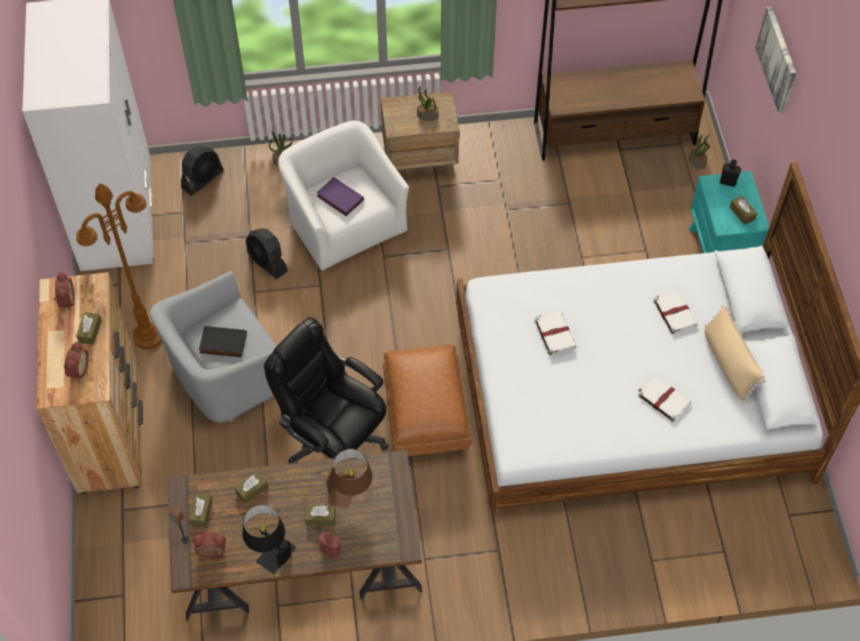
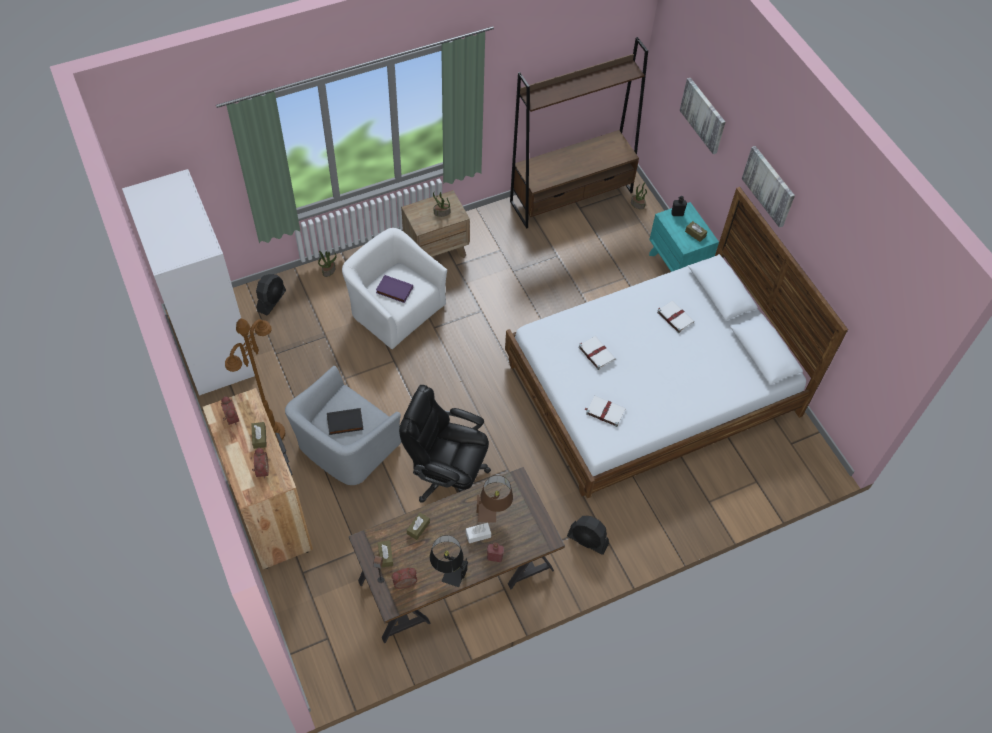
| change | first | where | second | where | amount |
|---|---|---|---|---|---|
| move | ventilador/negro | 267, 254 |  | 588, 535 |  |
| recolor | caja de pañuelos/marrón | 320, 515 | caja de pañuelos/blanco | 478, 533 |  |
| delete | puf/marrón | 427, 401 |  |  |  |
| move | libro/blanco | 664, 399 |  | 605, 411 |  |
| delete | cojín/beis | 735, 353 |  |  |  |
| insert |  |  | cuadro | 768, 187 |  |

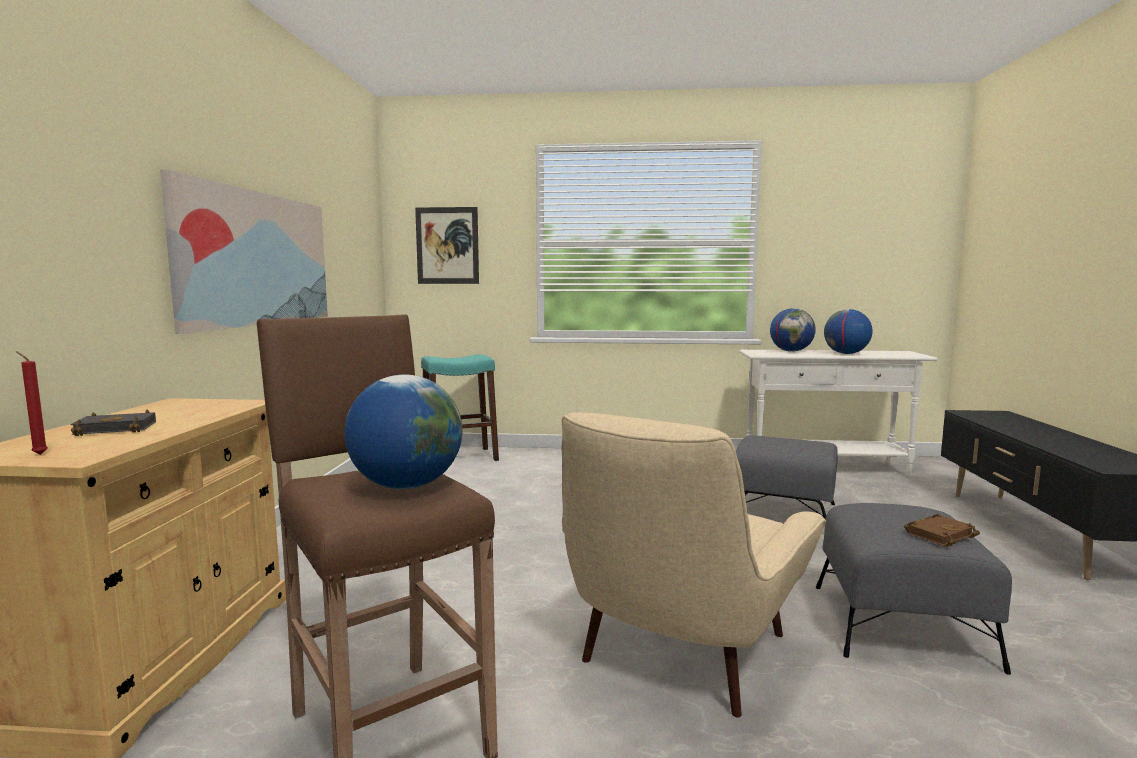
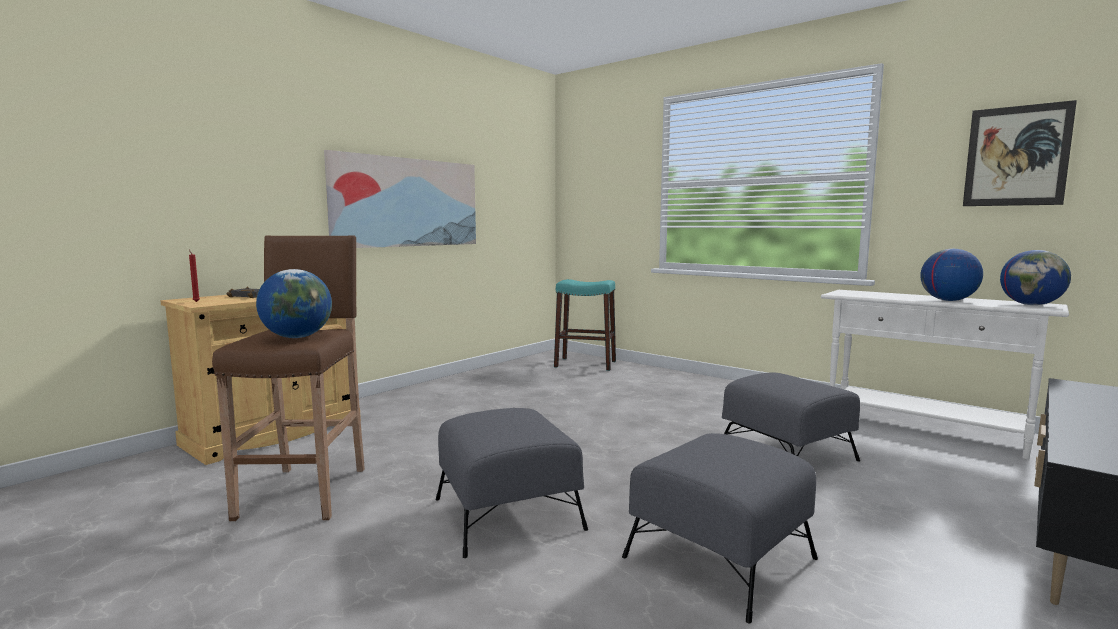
| change | first | where | second | where | amount |
|---|---|---|---|---|---|
| move | cuadro | 447, 245 |  | 1020, 153 |  |
| replace | sillón/beis | 694, 565 | puf/gris | 512, 483 |  |
| move | globo terráqueo | 793, 330 |  | 1035, 277 |  |
| delete | libro/marrón | 942, 530 |  |  |  |

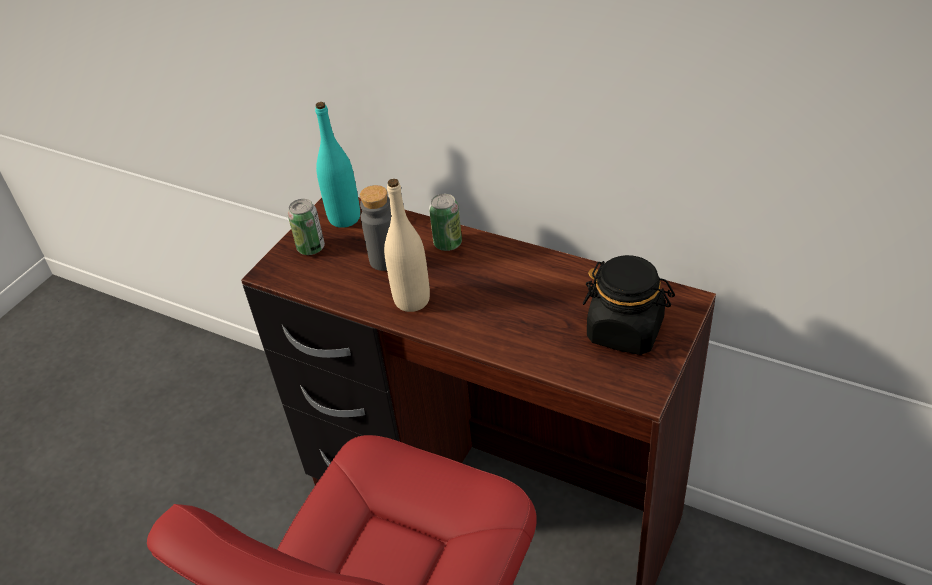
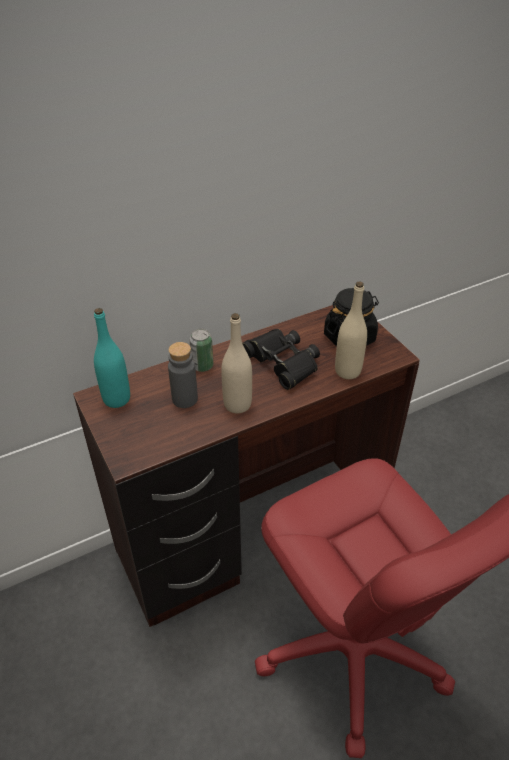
| change | first | where | second | where | amount |
|---|---|---|---|---|---|
| delete | lata | 306, 227 |  |  |  |
| insert |  |  | prismáticos/negro | 281, 359 |  |
| insert |  |  | botella/beis | 351, 330 |  |

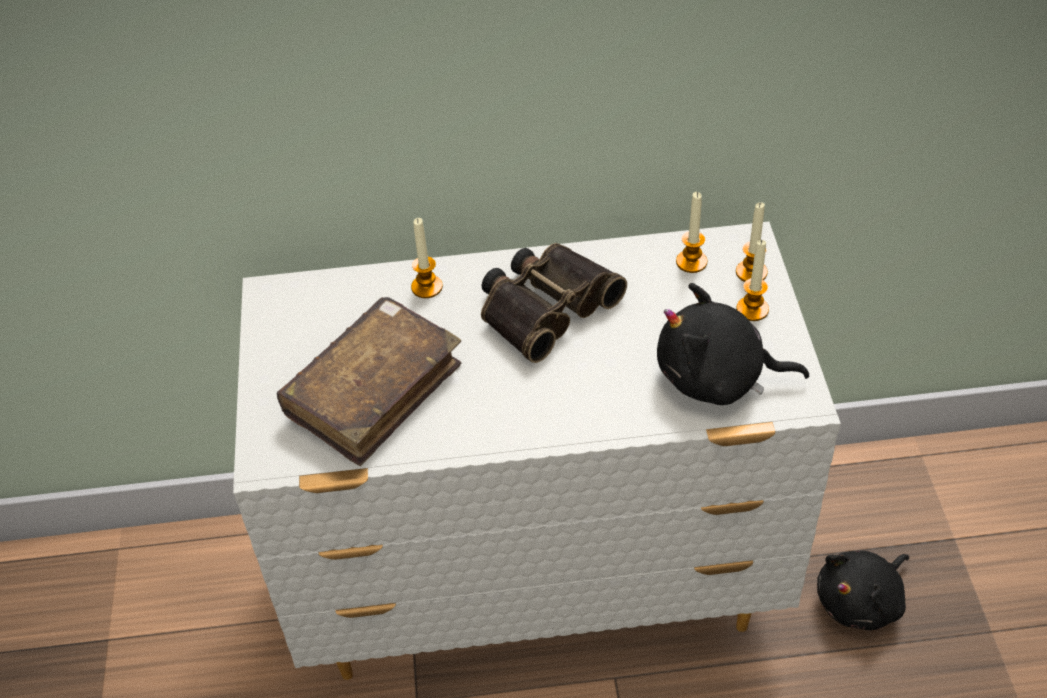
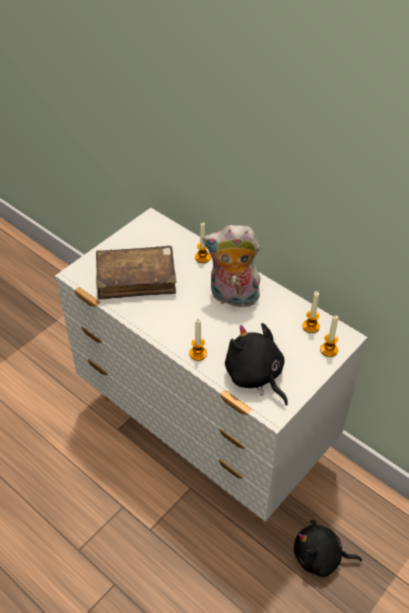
| change | first | where | second | where | amount |
|---|---|---|---|---|---|
| replace | prismáticos | 554, 303 | peluche | 231, 266 |  |
| move | vela | 752, 280 |  | 198, 340 |  |

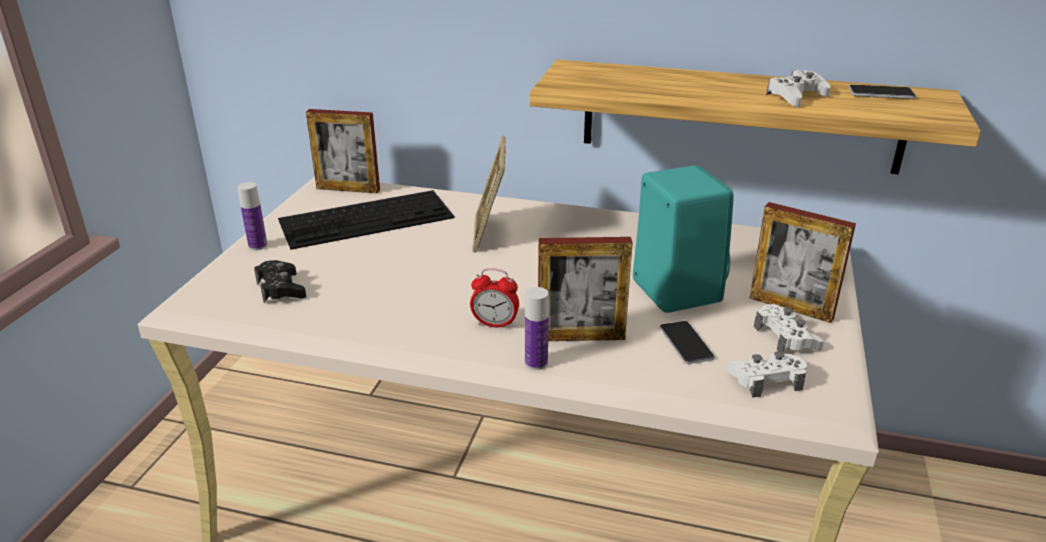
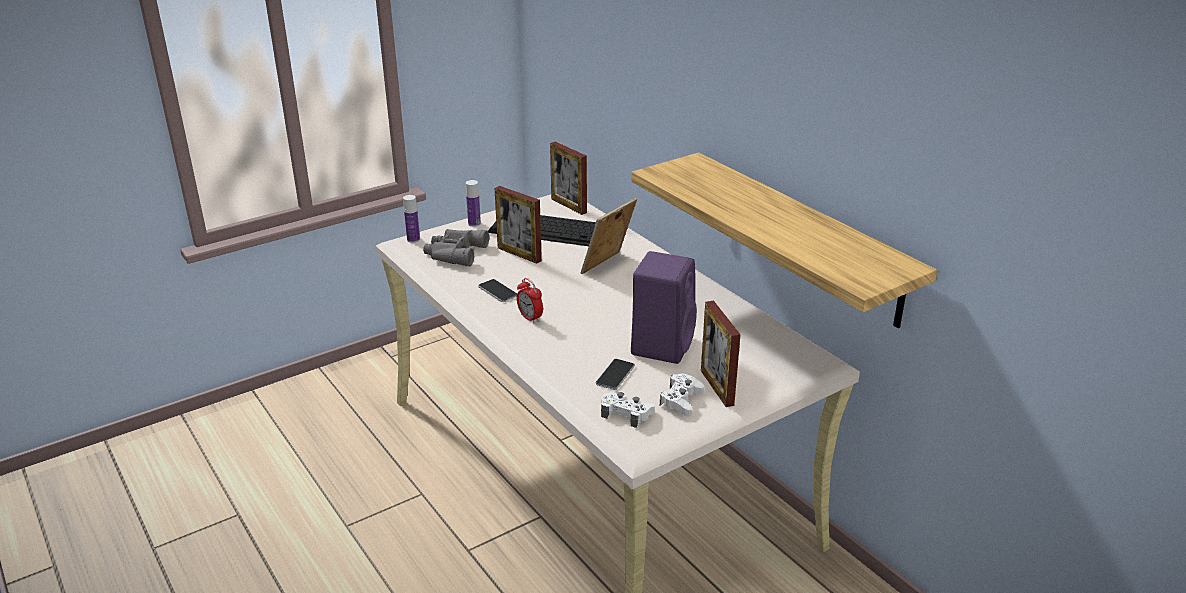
| change | first | where | second | where | amount |
|---|---|---|---|---|---|
| replace | mando de consola/negro | 280, 281 | prismáticos/gris | 456, 247 |  |
| move | botella | 537, 328 |  | 411, 219 |  |
| move | portarretratos | 585, 289 |  | 518, 225 |  |
| recolor | altavoz/turquesa | 683, 239 | altavoz/morado | 664, 307 |  |
| delete | mando de consola/blanco | 798, 88 |  |  |  |
| move | móvil | 882, 92 |  | 497, 290 |  |

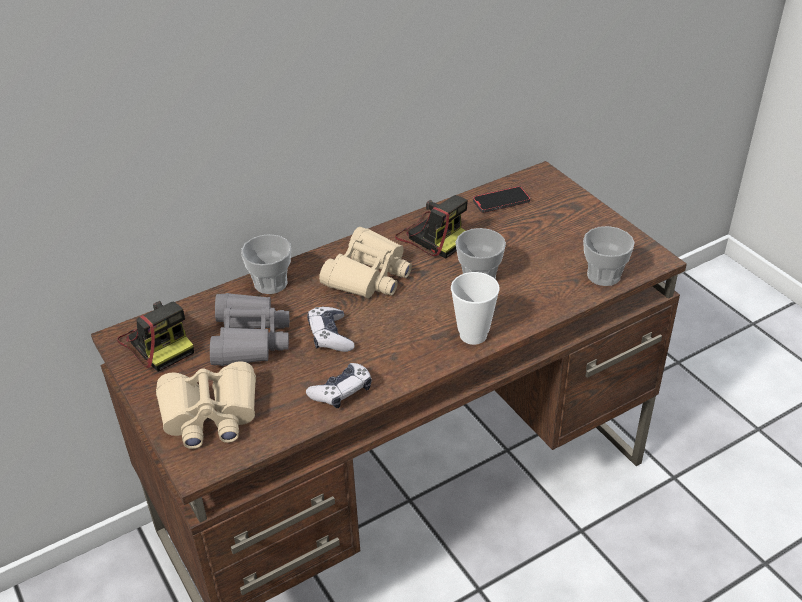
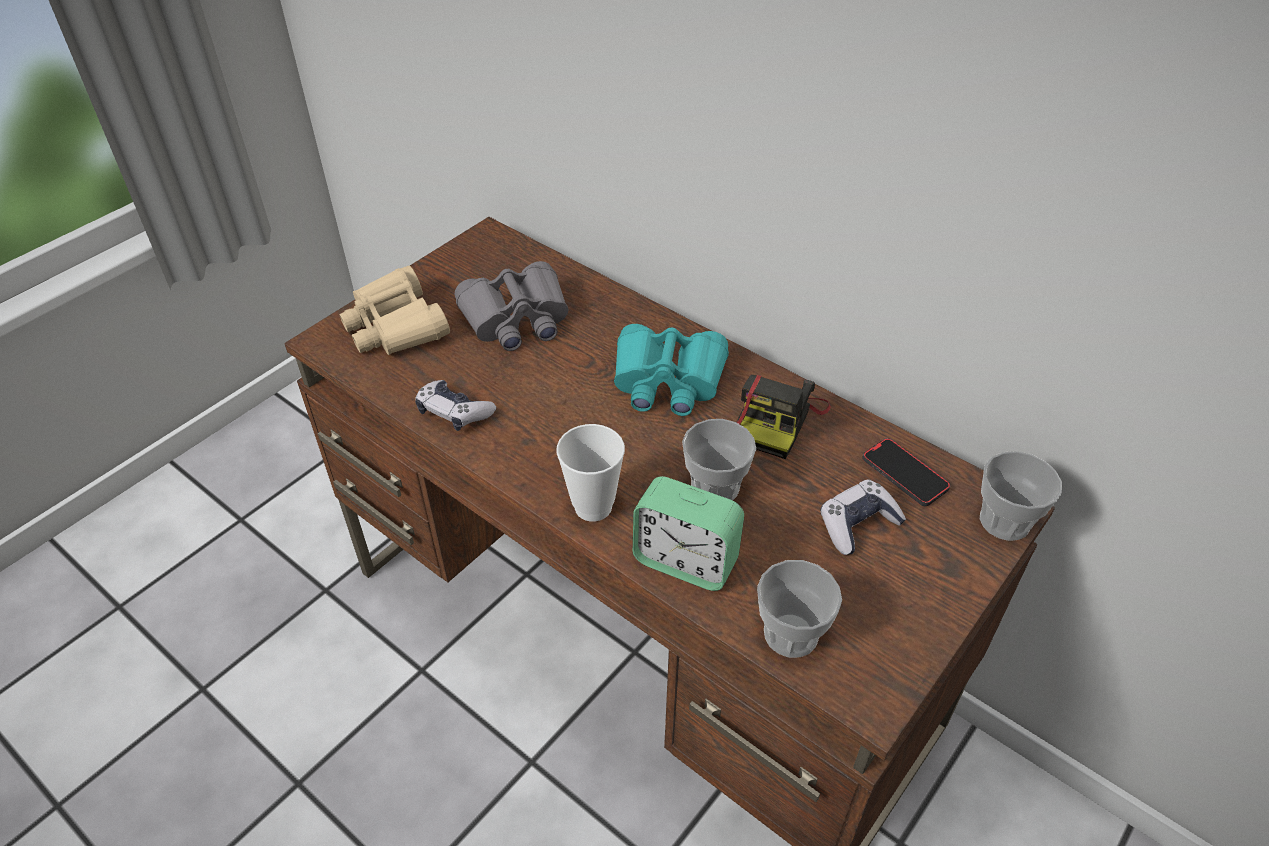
| change | first | where | second | where | amount |
|---|---|---|---|---|---|
| delete | cámara | 155, 336 |  |  |  |
| move | taza | 266, 264 |  | 1021, 496 |  |
| move | mando de consola | 331, 329 |  | 863, 517 |  |
| recolor | prismáticos/beis | 365, 262 | prismáticos/turquesa | 671, 370 |  |
| insert |  |  | despertador | 688, 533 |  |

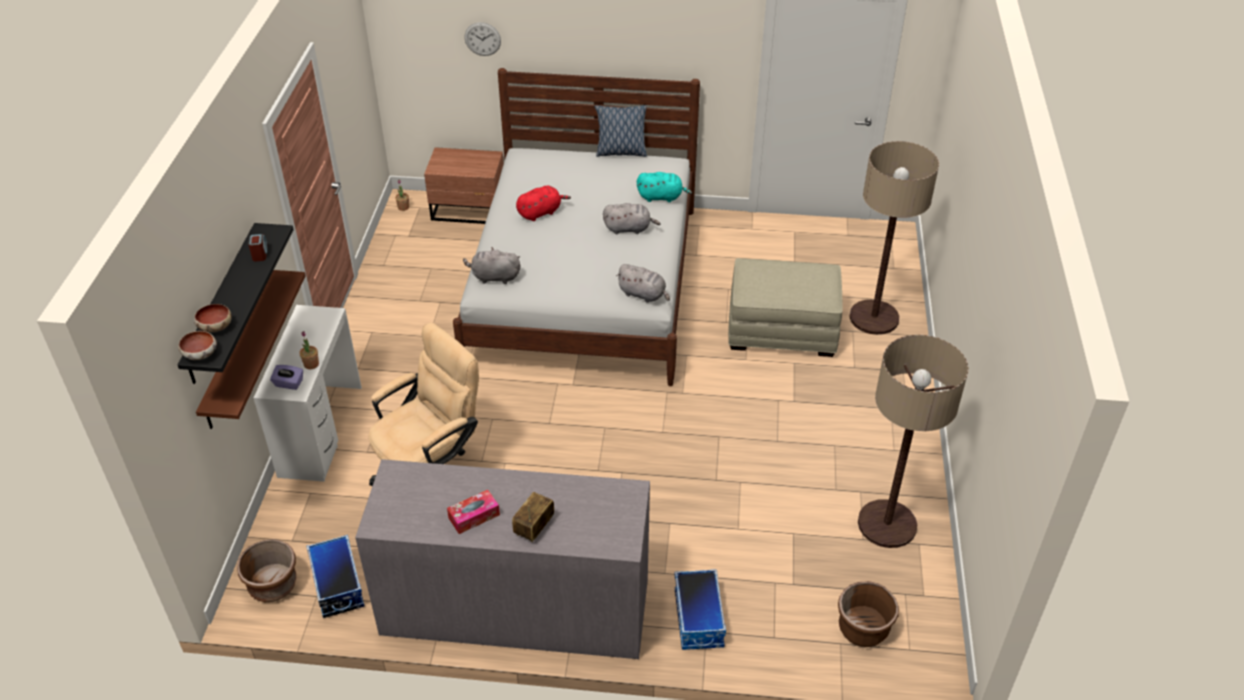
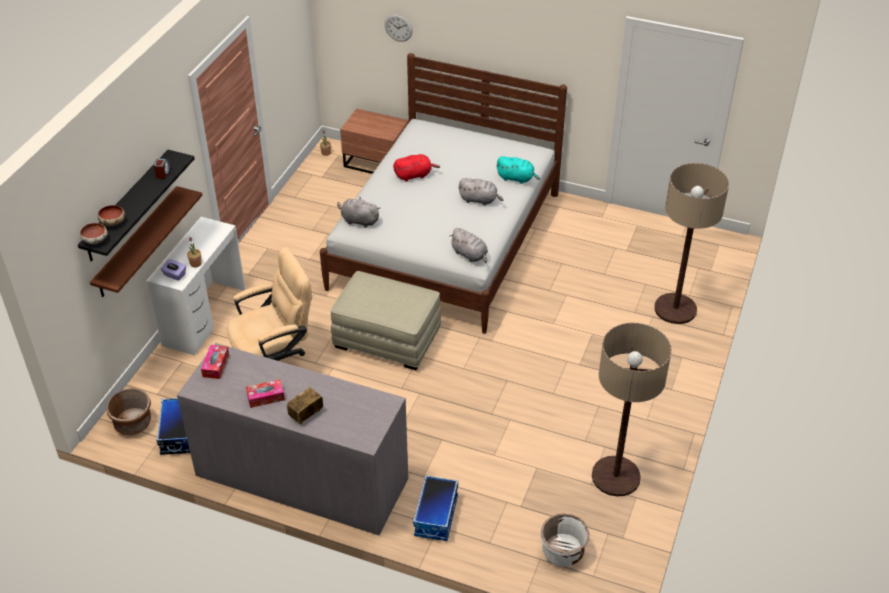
| change | first | where | second | where | amount |
|---|---|---|---|---|---|
| delete | cojín | 620, 131 |  |  |  |
| move | puf/beis | 785, 307 |  | 386, 320 |  |
| recolor | maceta/marrón | 868, 614 | maceta/blanco | 565, 540 |  |
| insert |  |  | caja de pañuelos | 215, 362 |  |

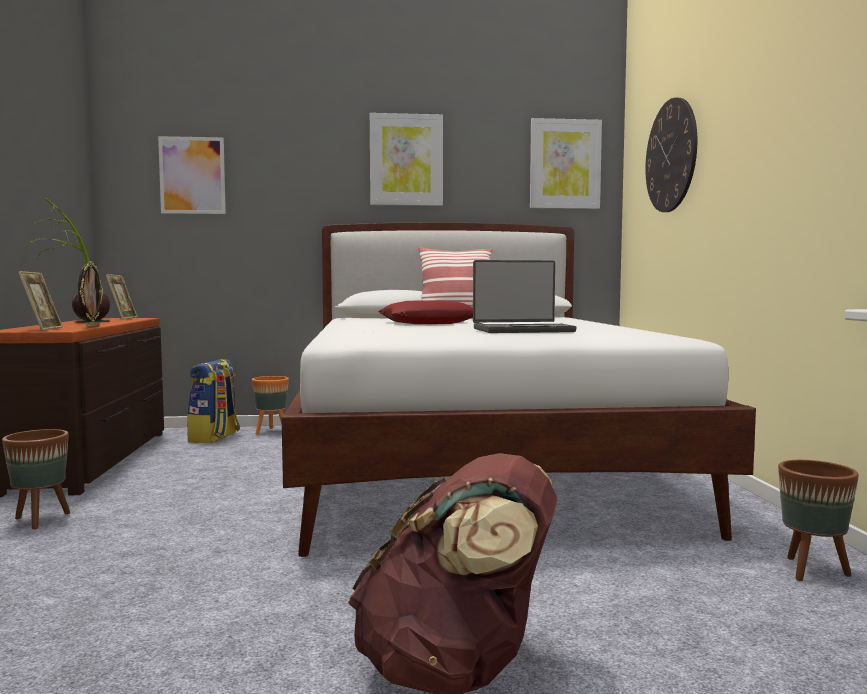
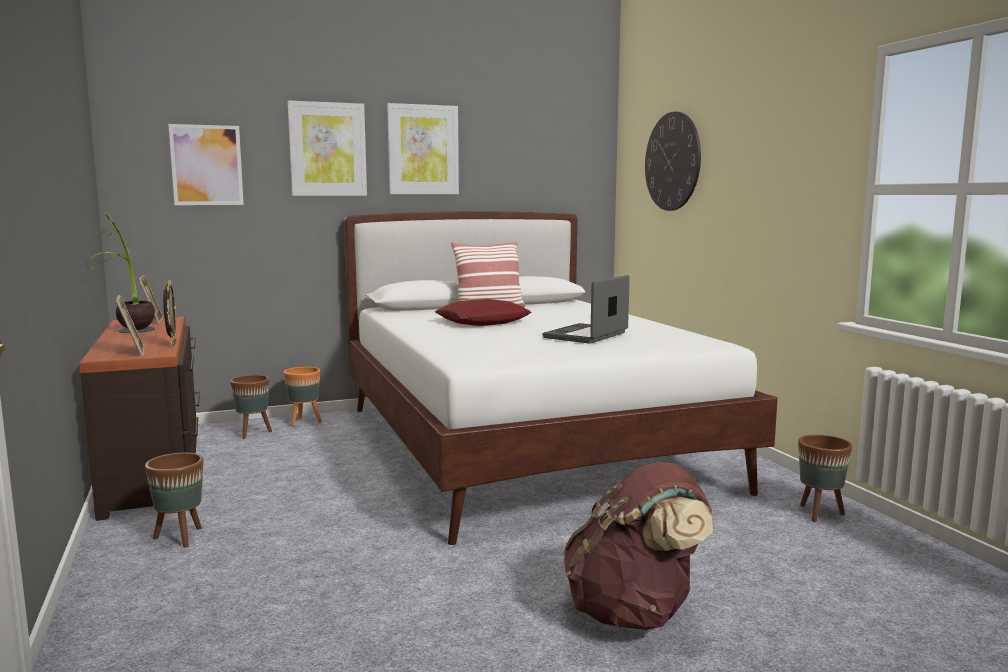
| change | first | where | second | where | amount |
|---|---|---|---|---|---|
| replace | mochila | 213, 401 | maceta/marrón | 251, 407 |  |
| rotate | portátil | 525, 296 |  | 586, 309 | 150 degrees clockwise |
| move | cuadro | 566, 163 |  | 327, 148 |  |

